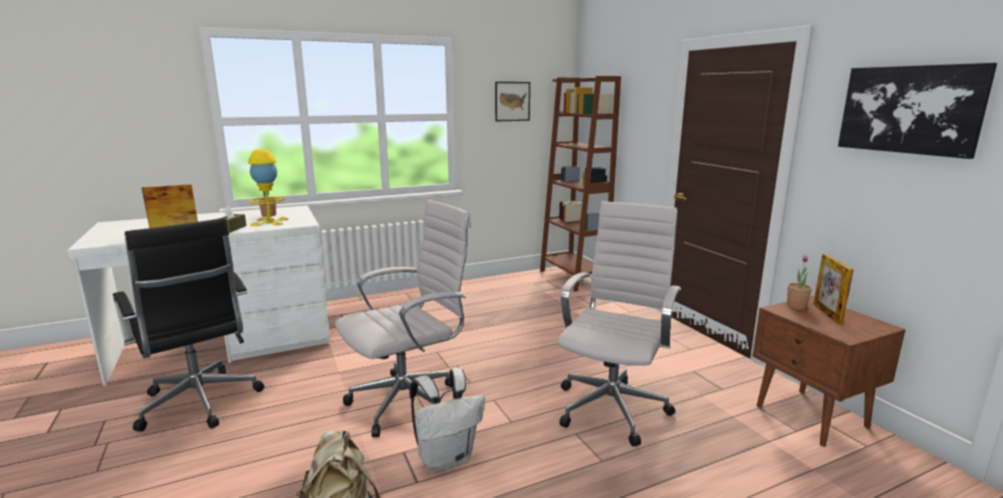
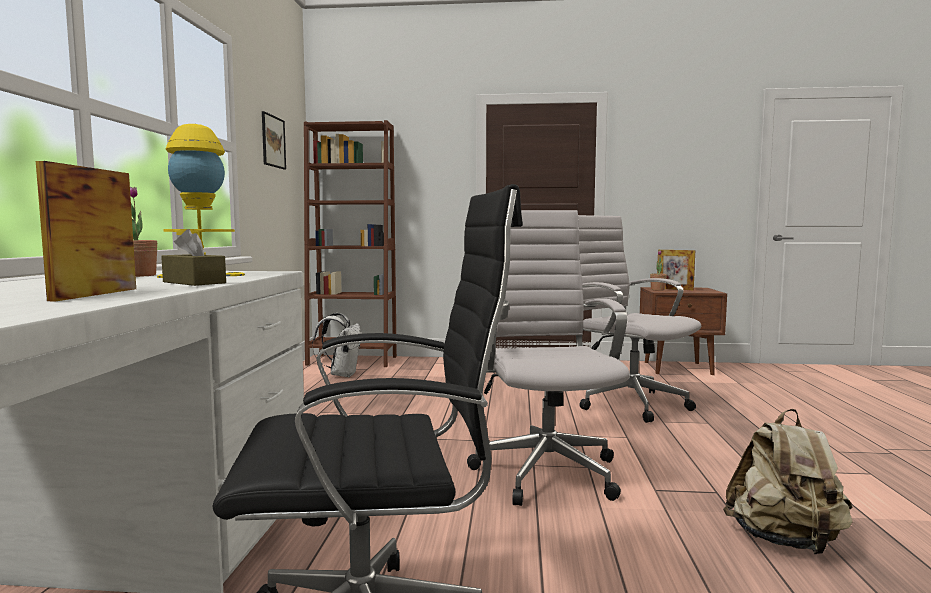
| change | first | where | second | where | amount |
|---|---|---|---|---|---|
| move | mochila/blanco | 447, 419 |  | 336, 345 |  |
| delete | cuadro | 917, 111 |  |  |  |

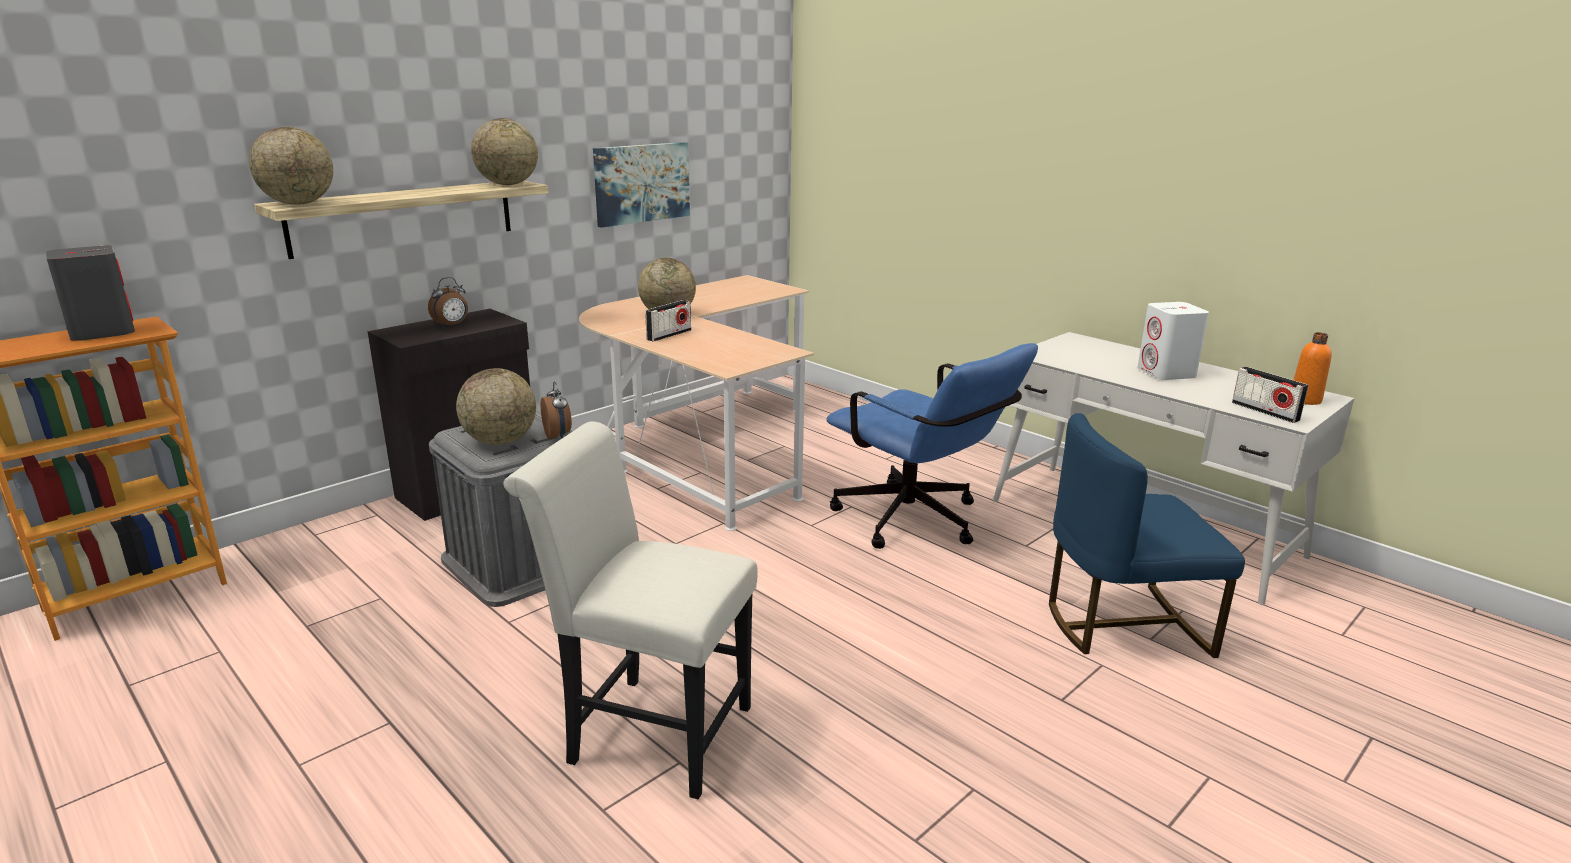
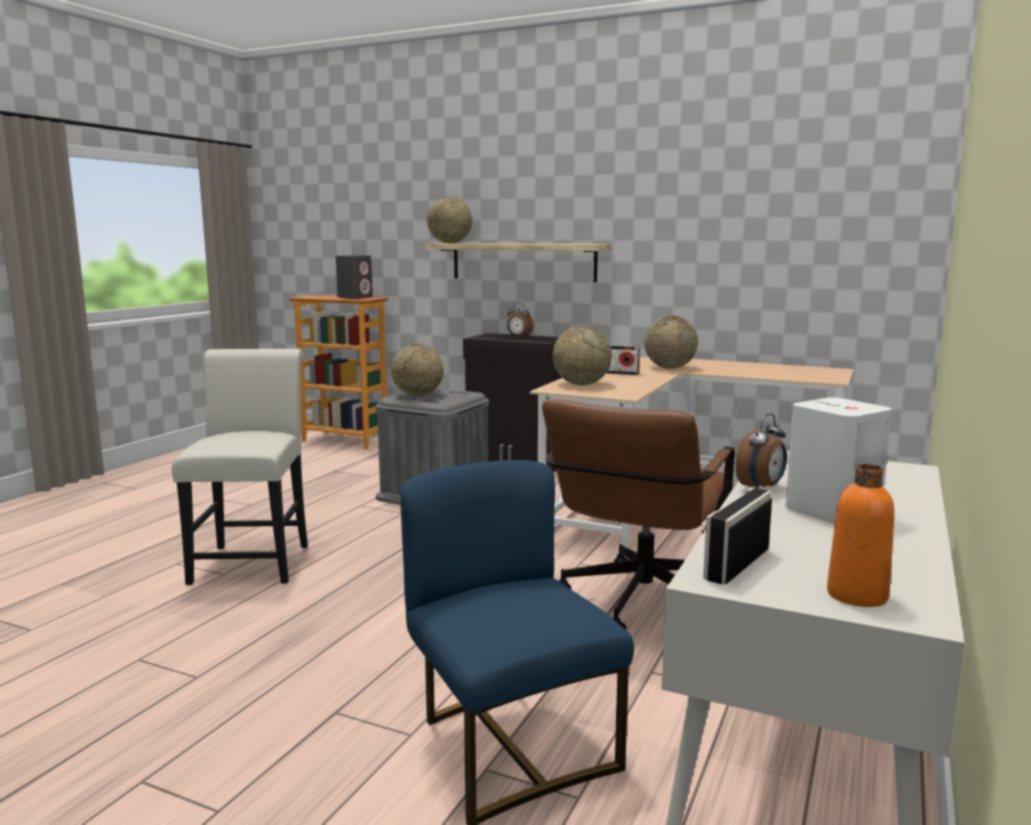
| change | first | where | second | where | amount |
|---|---|---|---|---|---|
| move | globo terráqueo | 504, 151 |  | 582, 355 |  |
| move | despertador | 556, 410 |  | 761, 450 |  |
| delete | cuadro | 641, 185 |  |  |  |
| recolor | silla de oficina/azul | 932, 446 | silla de oficina/marrón | 638, 514 |  |

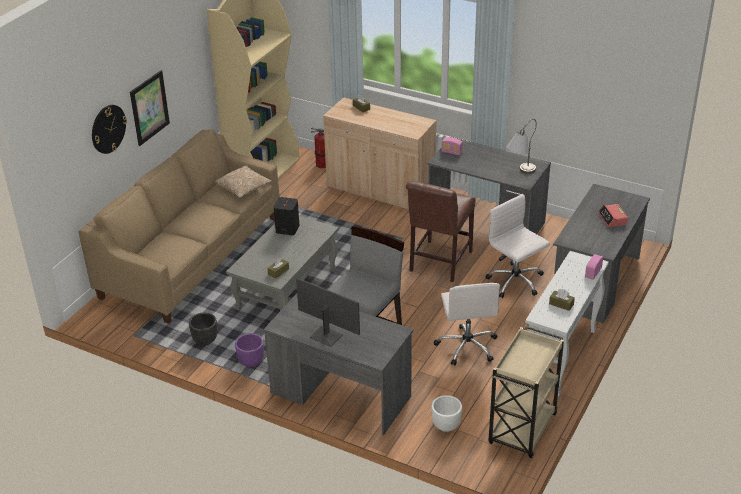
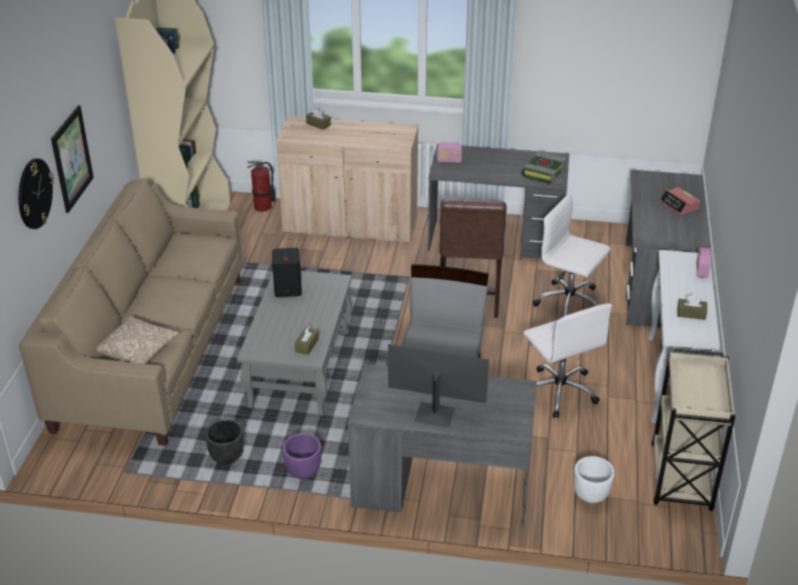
| change | first | where | second | where | amount |
|---|---|---|---|---|---|
| move | cojín | 243, 181 |  | 138, 340 |  |
| replace | lámpara de mesa/gris | 522, 146 | libro | 543, 168 |  |

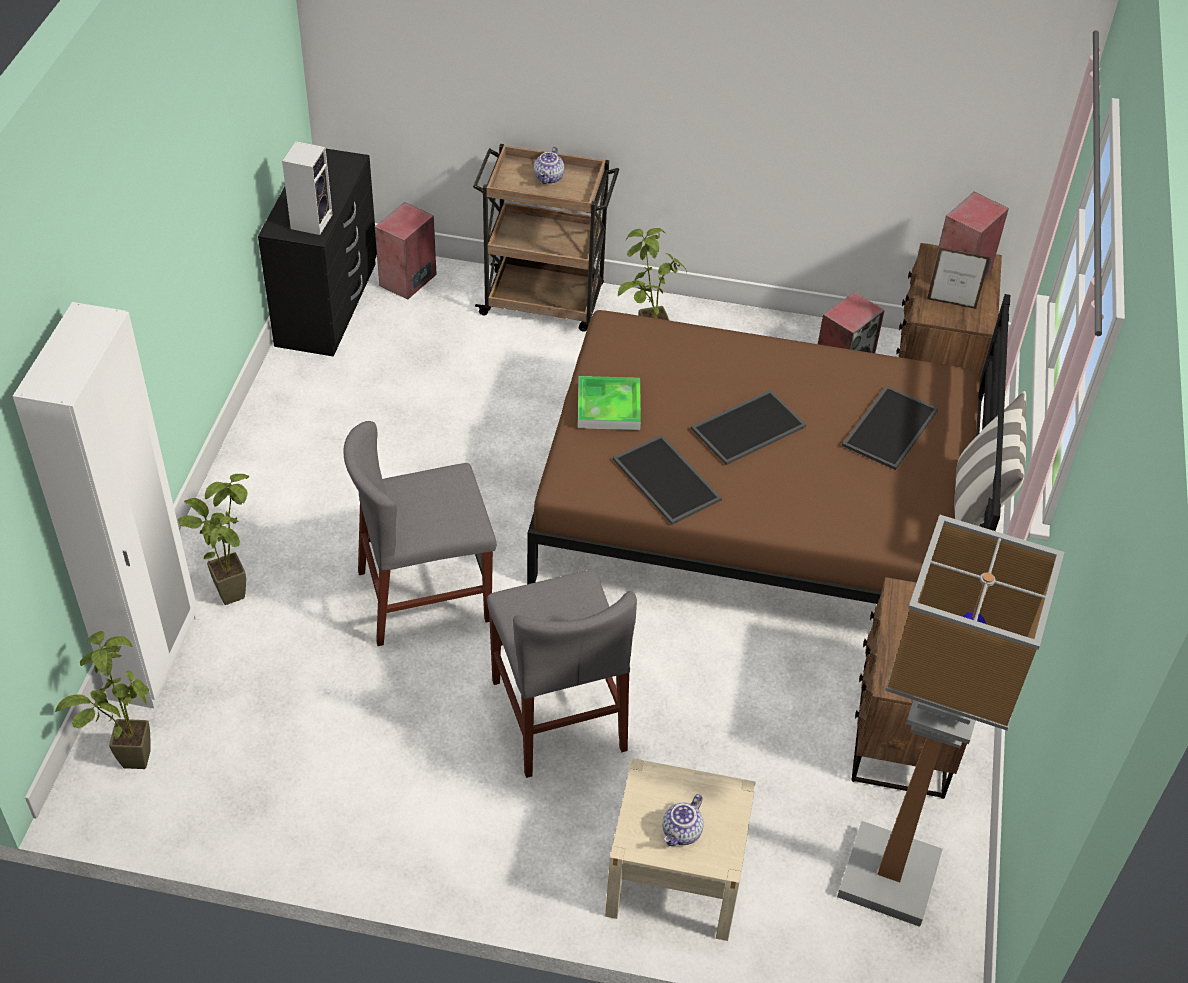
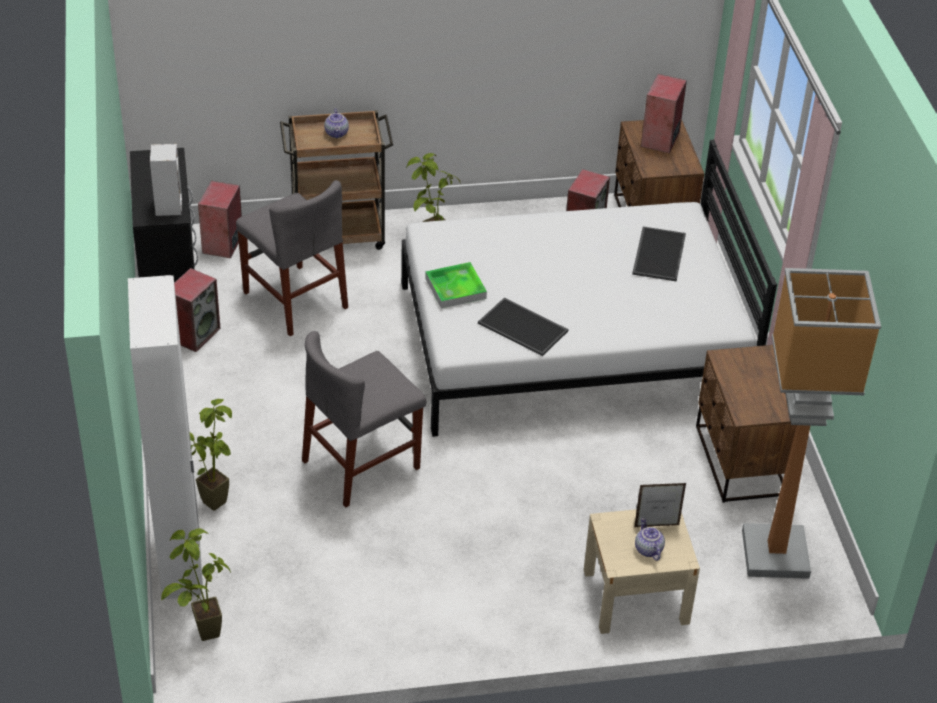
| change | first | where | second | where | amount |
|---|---|---|---|---|---|
| move | silla/gris | 562, 674 |  | 292, 258 |  |
| recolor | cama/marrón | 768, 449 | cama/blanco | 589, 288 |  |
| rotate | tetera | 683, 820 |  | 650, 539 | 150 degrees clockwise |
| delete | bandeja | 748, 427 |  |  |  |
| move | portarretratos | 958, 278 |  | 660, 505 |  |
| delete | cojín | 990, 458 |  |  |  |
| insert |  |  | altavoz | 197, 310 |  |

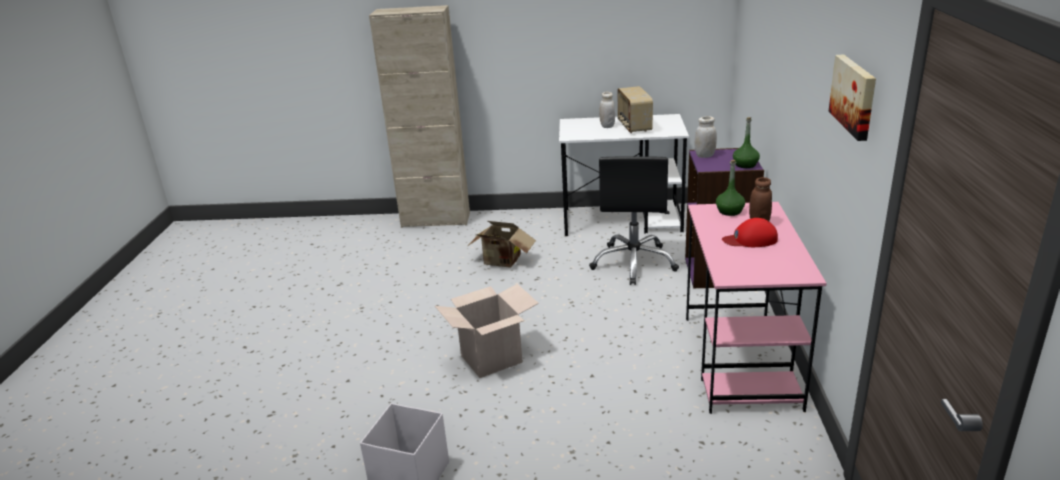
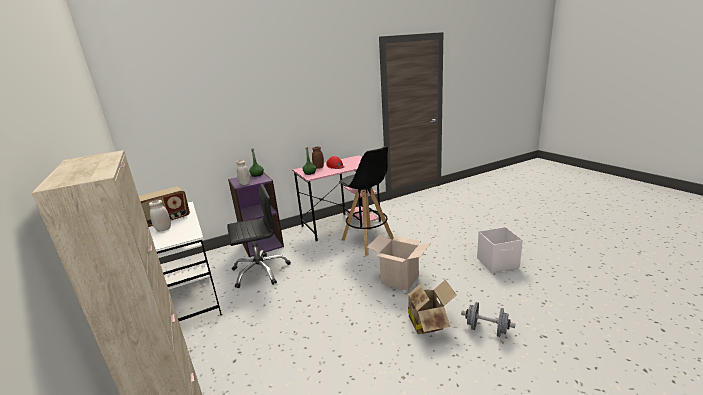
| change | first | where | second | where | amount |
|---|---|---|---|---|---|
| move | caja de cartón | 502, 244 |  | 431, 307 |  |
| delete | cuadro | 852, 97 |  |  |  |
| insert |  |  | taburete/negro | 366, 201 |  |
| insert |  |  | mancuerna/gris | 488, 319 |  |

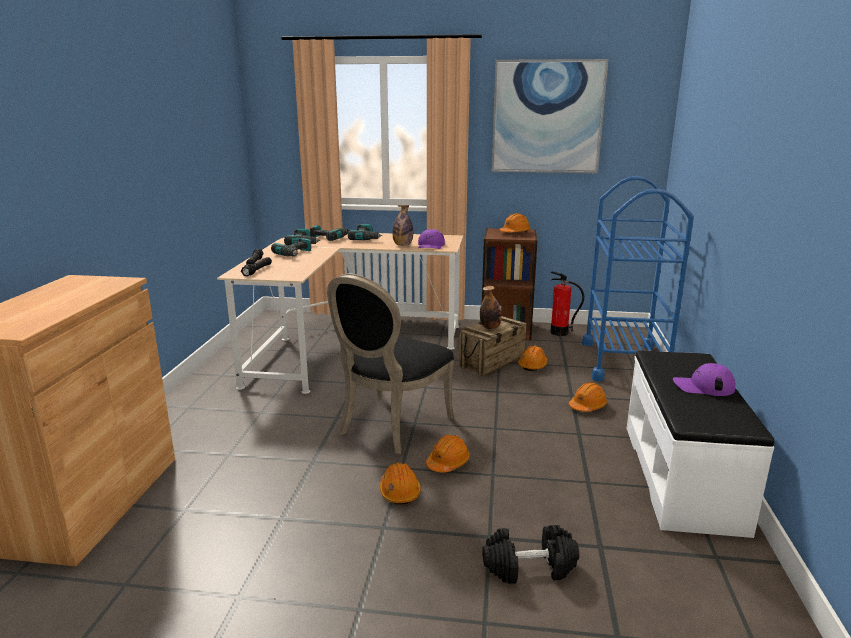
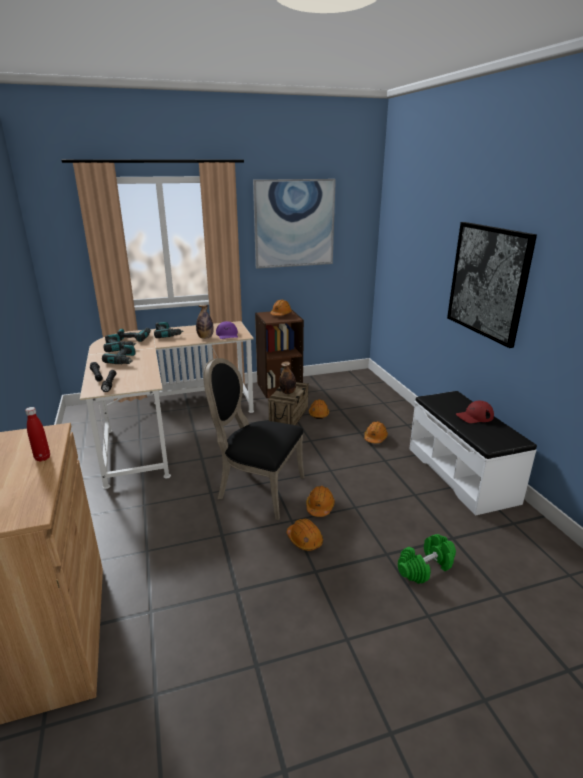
| change | first | where | second | where | amount |
|---|---|---|---|---|---|
| rotate | silla/negro | 390, 364 |  | 253, 439 | 105 degrees clockwise |
| recolor | mancuerna/negro | 530, 554 | mancuerna/verde | 427, 559 |  |
| delete | extintor | 567, 303 |  |  |  |
| delete | carrito/azul | 638, 278 |  |  |  |
| recolor | gorra/morado | 704, 379 | gorra/rojo | 475, 412 |  |
| insert |  |  | botella/rojo | 37, 434 |  |
| insert |  |  | cuadro | 492, 285 |  |

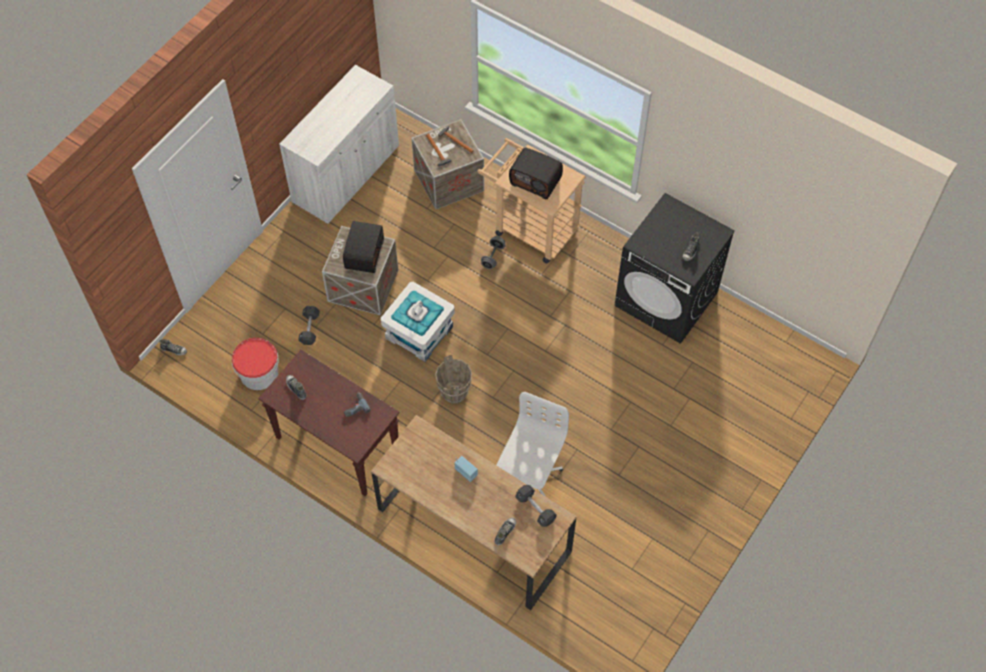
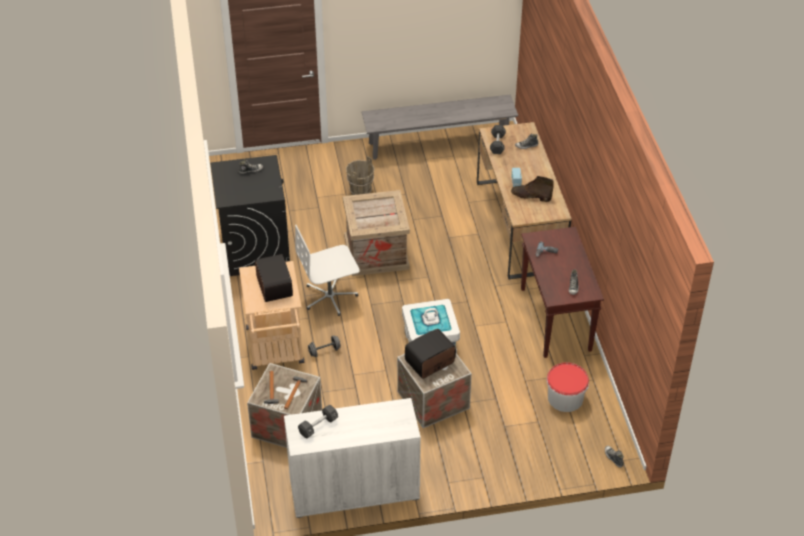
| change | first | where | second | where | amount |
|---|---|---|---|---|---|
| move | mancuerna/negro | 309, 325 |  | 318, 421 |  |
| move | cubo/marrón | 453, 379 |  | 360, 175 |  |
| move | silla de oficina/blanco | 532, 444 |  | 327, 270 |  |
| insert |  |  | caja de embalaje | 376, 233 |  |
| insert |  |  | banco/gris | 439, 127 |  |
| insert |  |  | bota/marrón | 532, 189 |  |

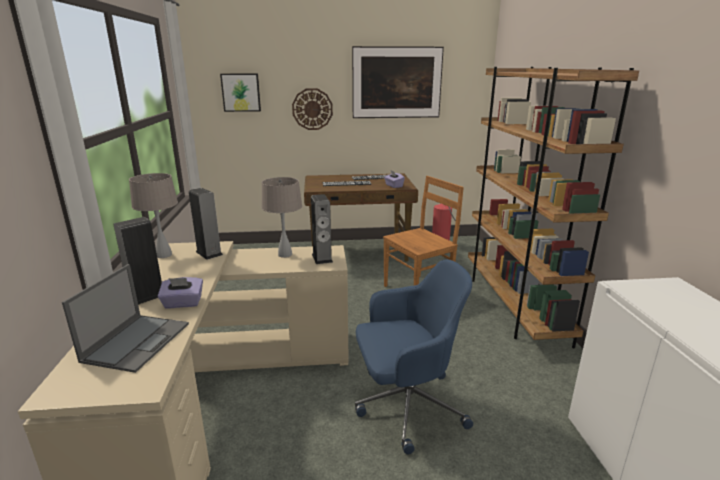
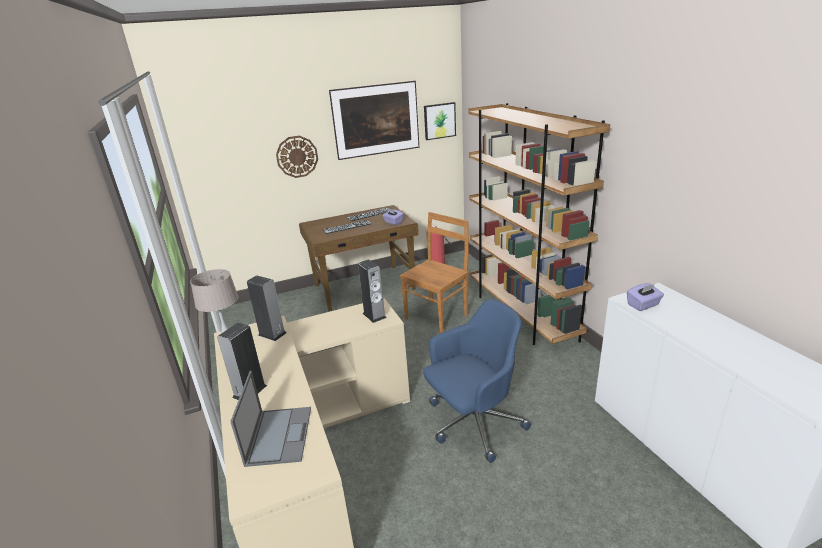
| change | first | where | second | where | amount |
|---|---|---|---|---|---|
| move | caja de pañuelos/morado | 180, 292 |  | 645, 297 |  |
| move | cuadro | 240, 92 |  | 440, 121 |  |
| delete | lámpara de mesa/beis | 281, 217 |  |  |  |

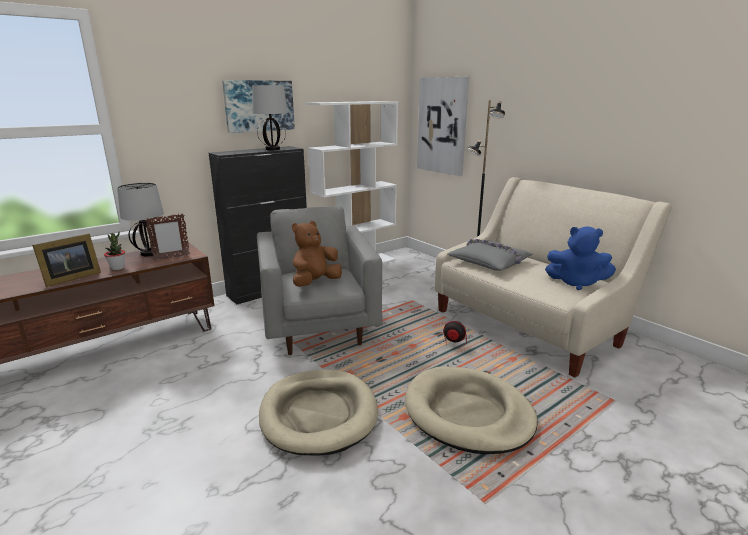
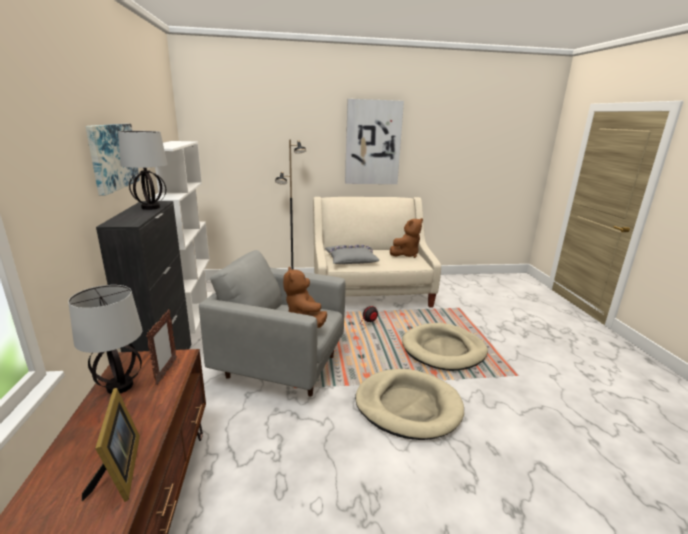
| change | first | where | second | where | amount |
|---|---|---|---|---|---|
| delete | planta en maceta | 114, 251 |  |  |  |
| move | cuadro | 443, 126 |  | 374, 141 |  |
| recolor | peluche/azul | 580, 258 | peluche/marrón | 406, 238 |  |

